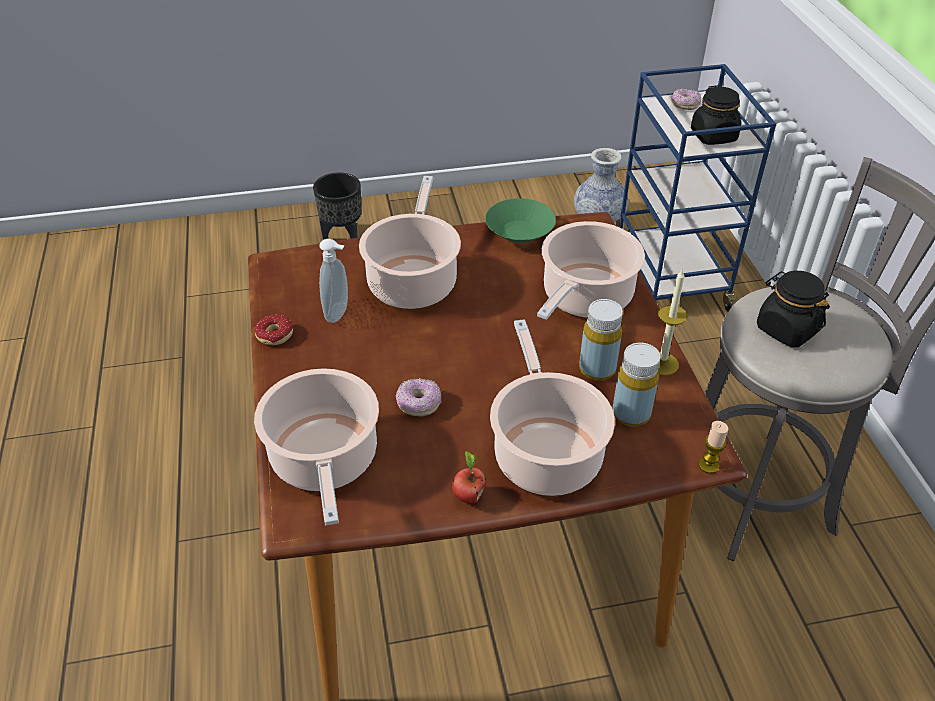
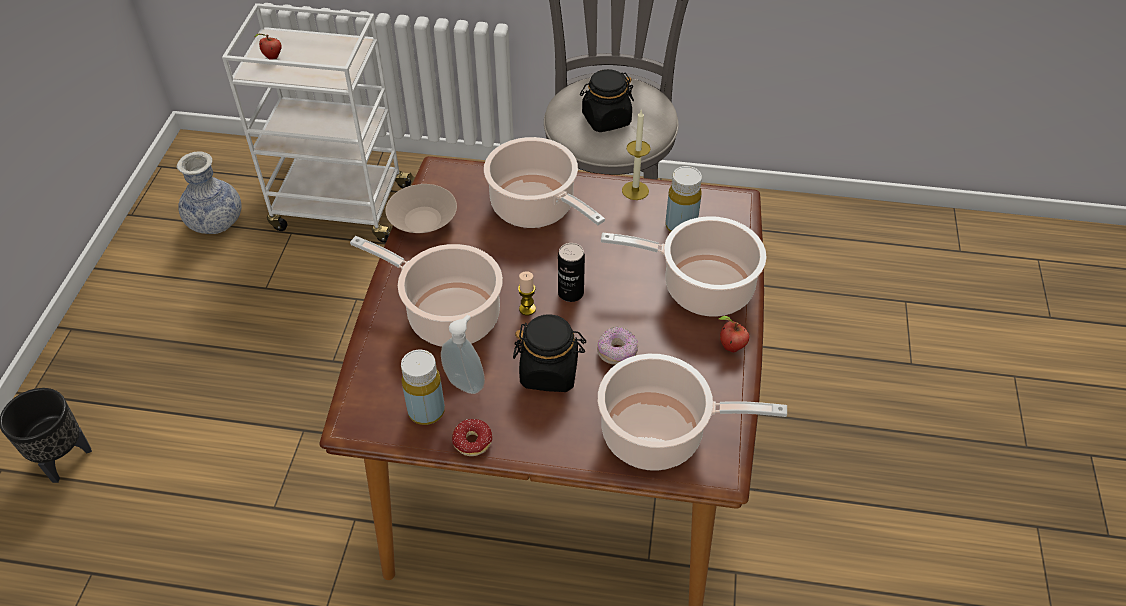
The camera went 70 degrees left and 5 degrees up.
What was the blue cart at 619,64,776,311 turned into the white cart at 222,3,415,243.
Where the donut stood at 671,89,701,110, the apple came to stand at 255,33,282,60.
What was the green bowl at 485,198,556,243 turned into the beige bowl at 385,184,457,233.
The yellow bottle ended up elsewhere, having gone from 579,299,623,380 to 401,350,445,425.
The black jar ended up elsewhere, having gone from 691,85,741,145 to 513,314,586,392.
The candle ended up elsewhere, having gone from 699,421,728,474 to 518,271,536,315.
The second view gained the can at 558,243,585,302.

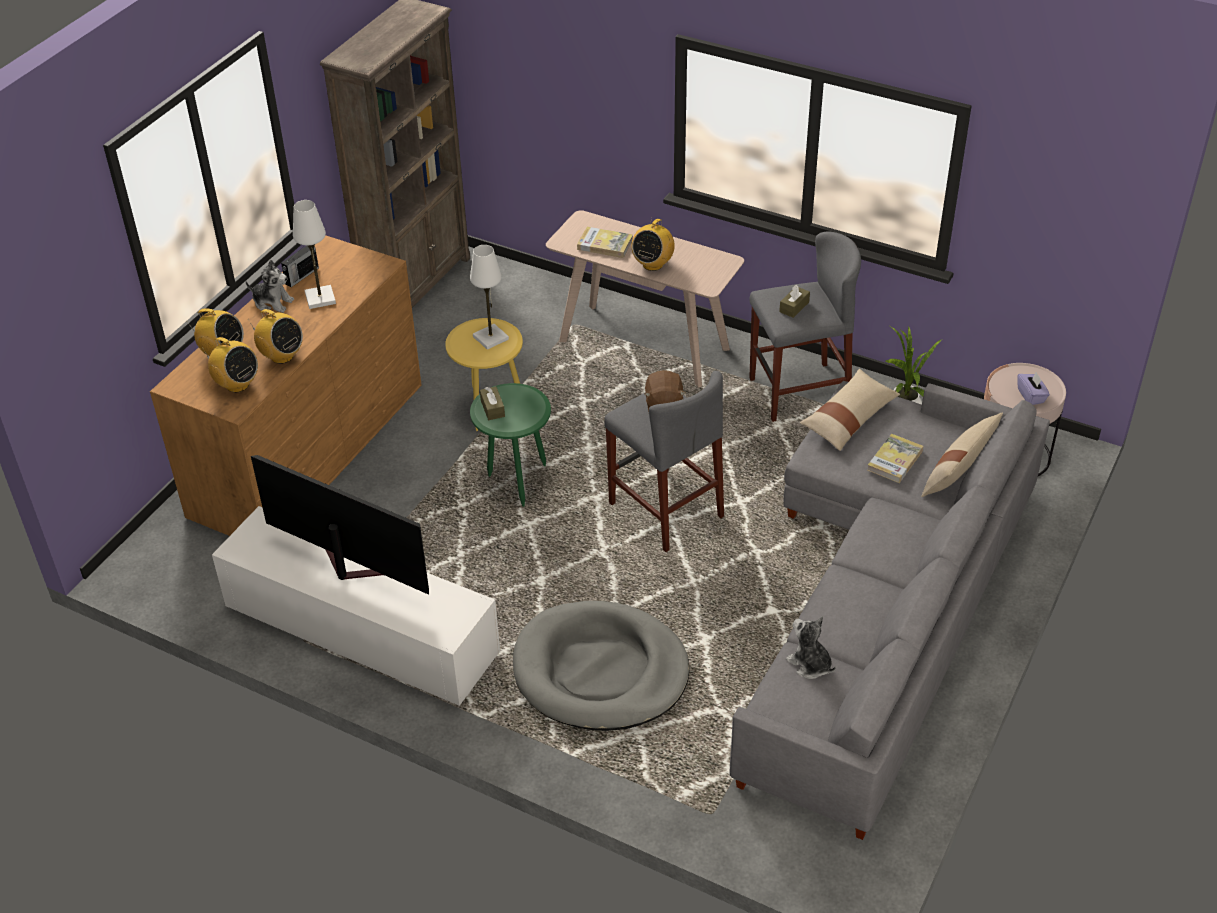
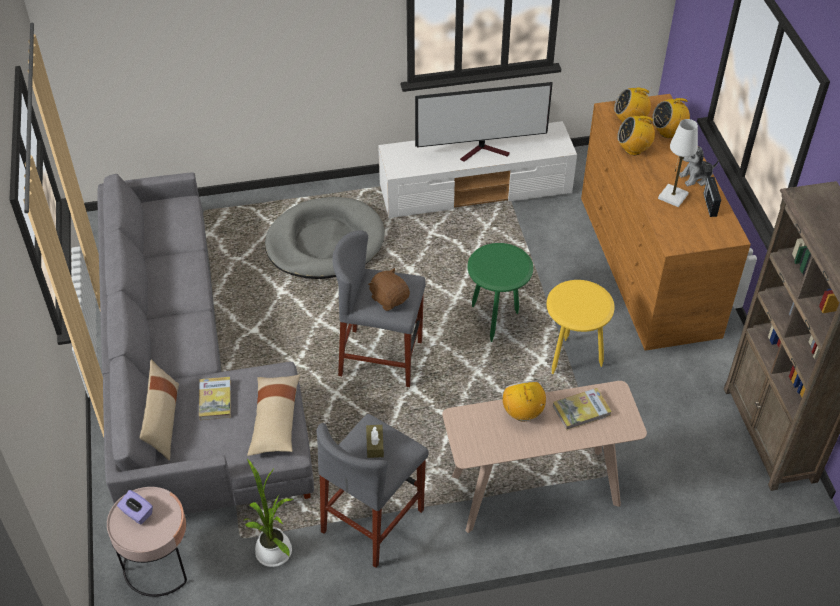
The camera went 140 degrees right and 5 degrees up.
The second view lost the white table lamp at 470,245,509,350.
The second view lost the brown tissue box at 480,386,505,420.
The second view lost the plush toy at 786,616,836,679.

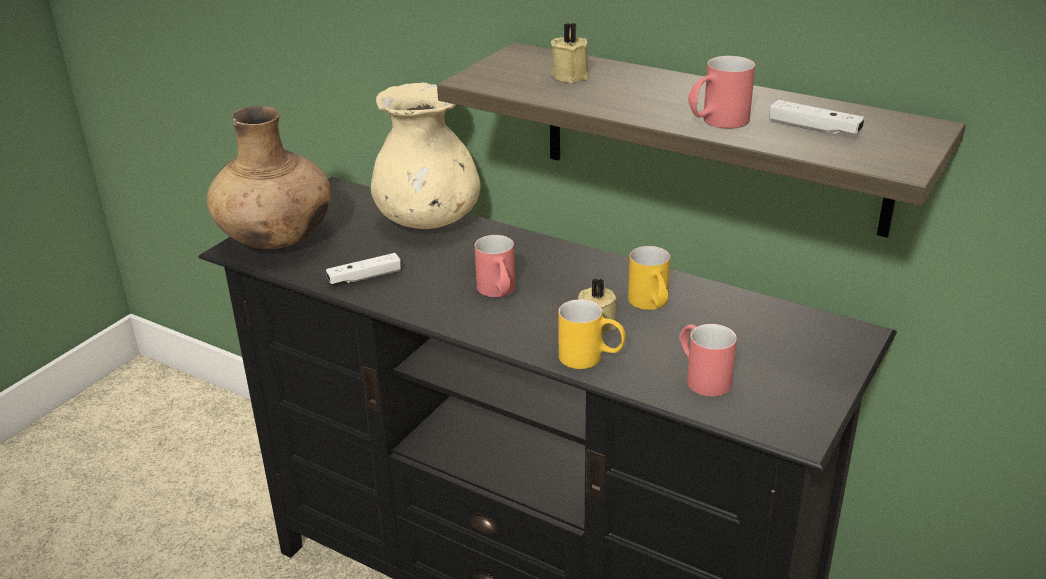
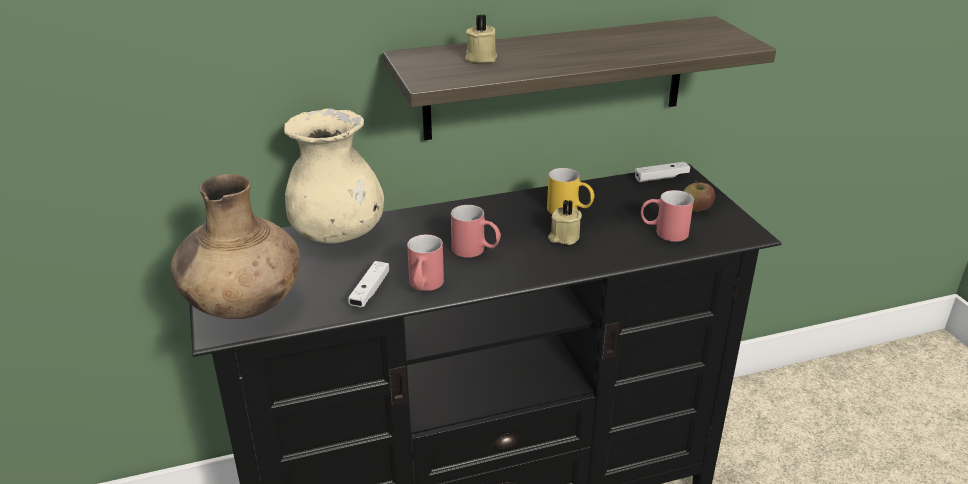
The camera went 50 degrees left and 0 degrees up.
The red mug ended up elsewhere, having gone from 688,56,755,129 to 407,235,444,291.
The white game controller ended up elsewhere, having gone from 769,100,864,135 to 635,162,690,182.
The second view gained the apple at 683,181,715,212.
The second view lost the yellow mug at 558,299,626,369.

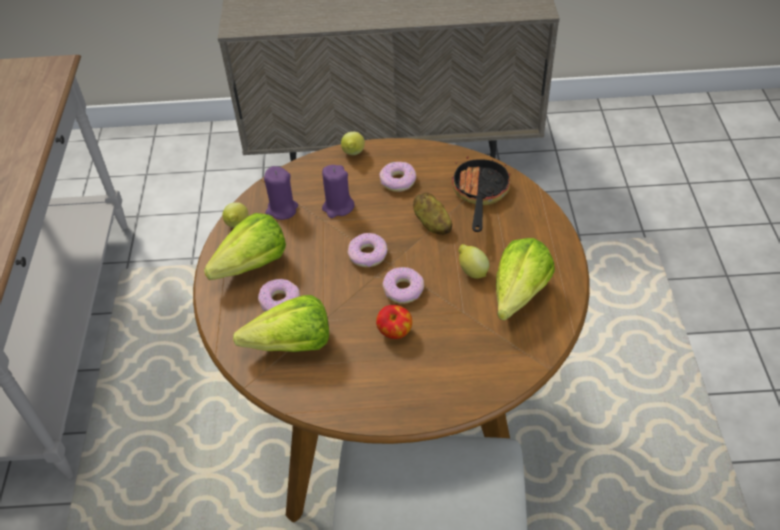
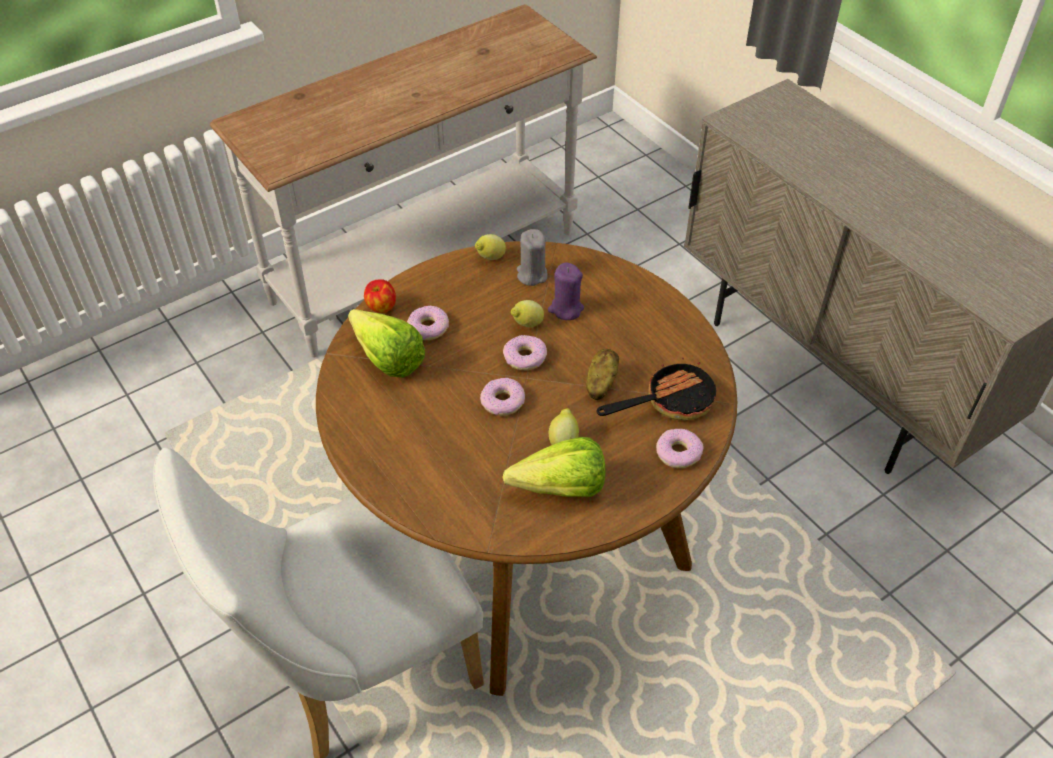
The camera went 55 degrees right and 0 degrees up.
The apple ended up elsewhere, having gone from 376,305,412,339 to 364,279,396,313.
The lemon ended up elsewhere, having gone from 341,132,365,155 to 511,300,544,327.
What was the purple candle at 264,166,298,220 turned into the grey candle at 517,229,547,286.
The donut ended up elsewhere, having gone from 379,162,416,192 to 656,429,703,468.
The second view lost the lettuce at 204,213,286,280.

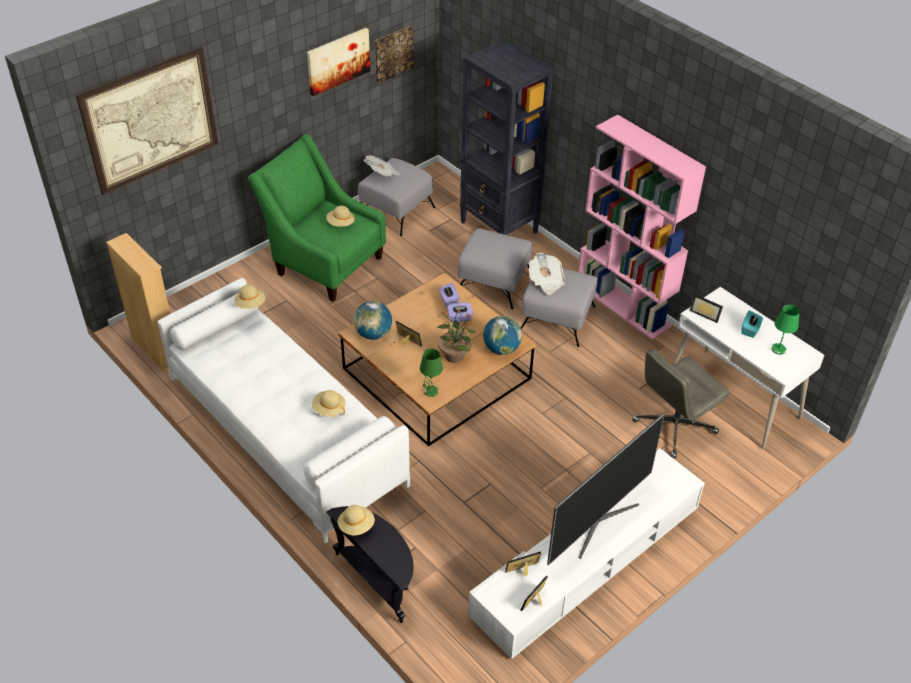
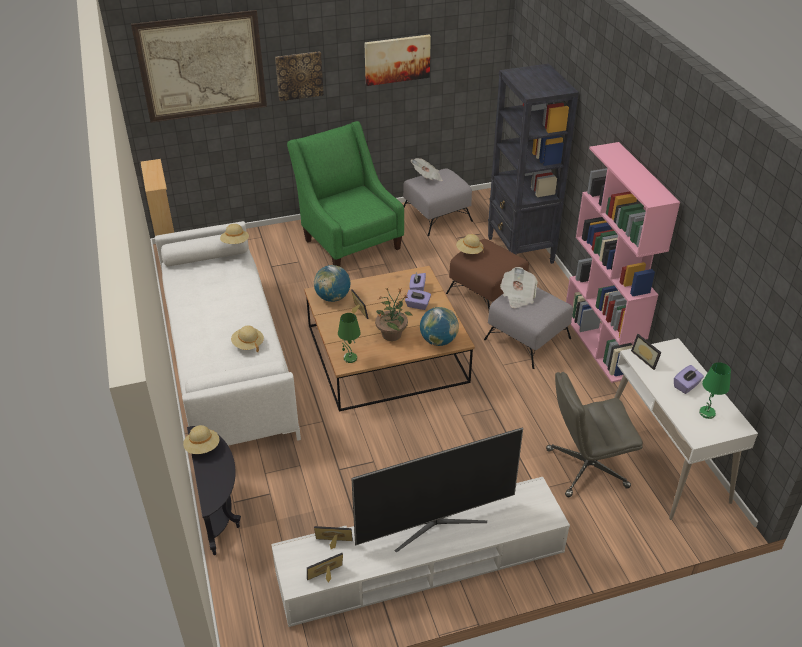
The camera went 25 degrees right and 5 degrees down.
The picture ended up elsewhere, having gone from 375,26,414,83 to 275,51,324,101.
What was the grey ottoman at 458,228,532,309 turned into the brown ottoman at 446,239,529,310.
The beige hat ended up elsewhere, having gone from 326,206,355,227 to 456,234,484,254.
What was the turquoise tissue box at 741,310,763,338 turned into the purple tissue box at 674,365,704,394.

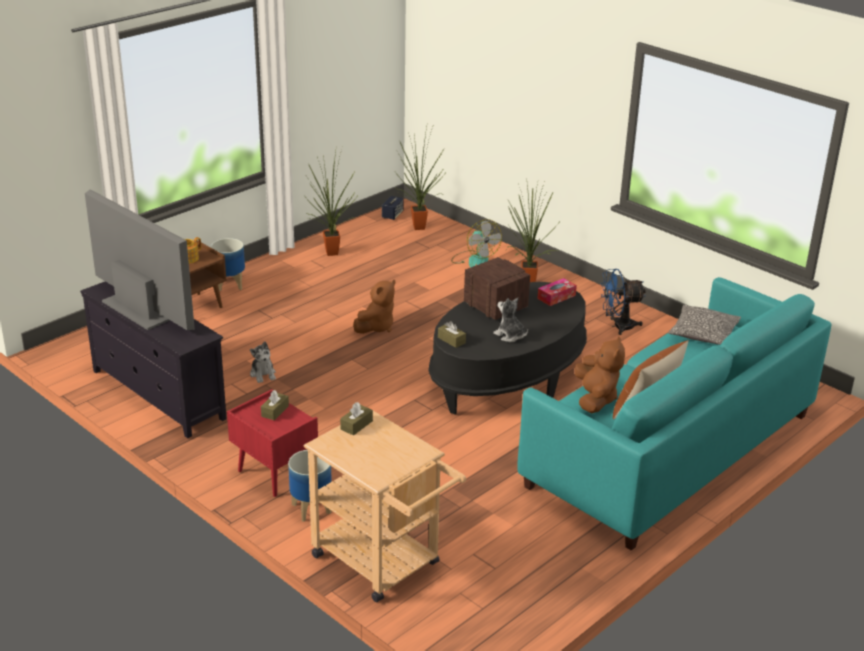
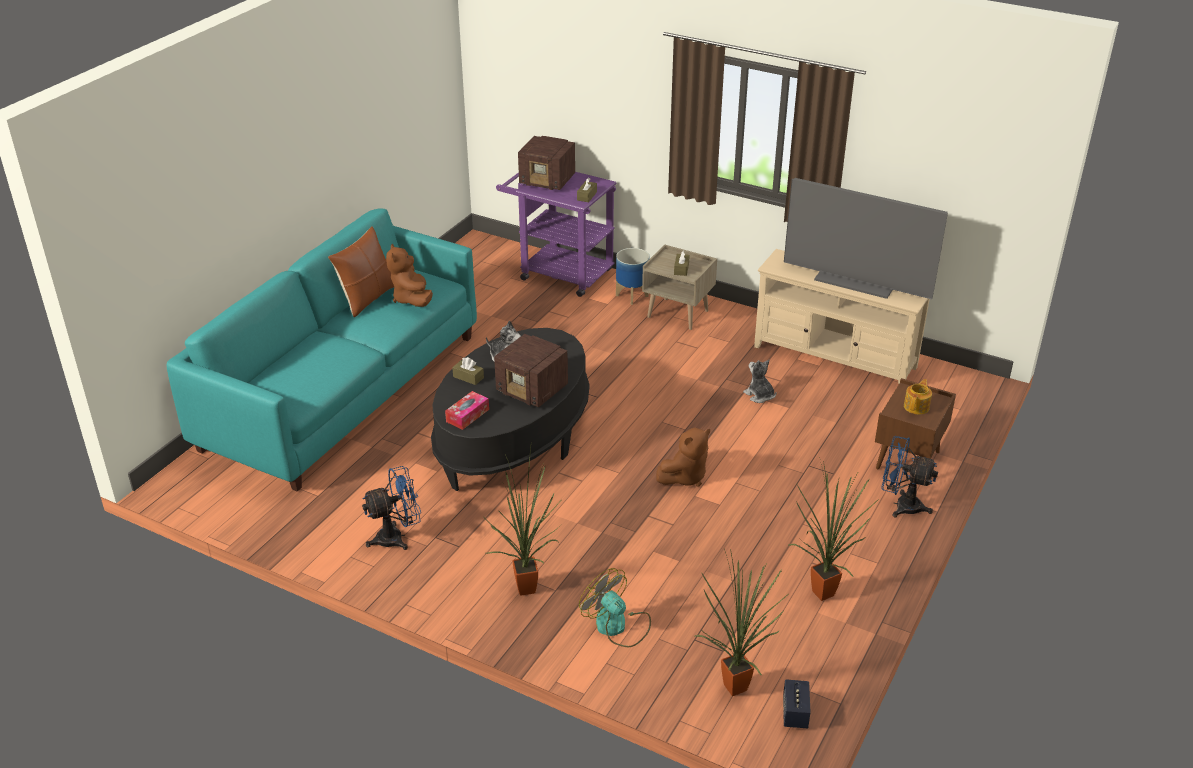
The camera went 165 degrees right and 5 degrees up.
The brown tissue box ended up elsewhere, having gone from 438,321,466,348 to 452,357,484,385.
What was the beige cart at 304,411,466,602 turned into the purple cart at 496,172,617,297.
The second view gained the radio at 518,136,575,190.
What was the red nightstand at 227,389,318,497 turned into the beige nightstand at 642,244,717,330.
The brown plush toy at 353,280,395,334 ended up facing another way, 150 degrees counterclockwise from before.
What was the black tv stand at 80,282,227,438 turned into the beige tv stand at 754,249,930,385.
Where the planter stood at 211,238,245,291, the blue fan came to stand at 881,436,938,517.
The second view lost the pillow at 668,305,741,345.

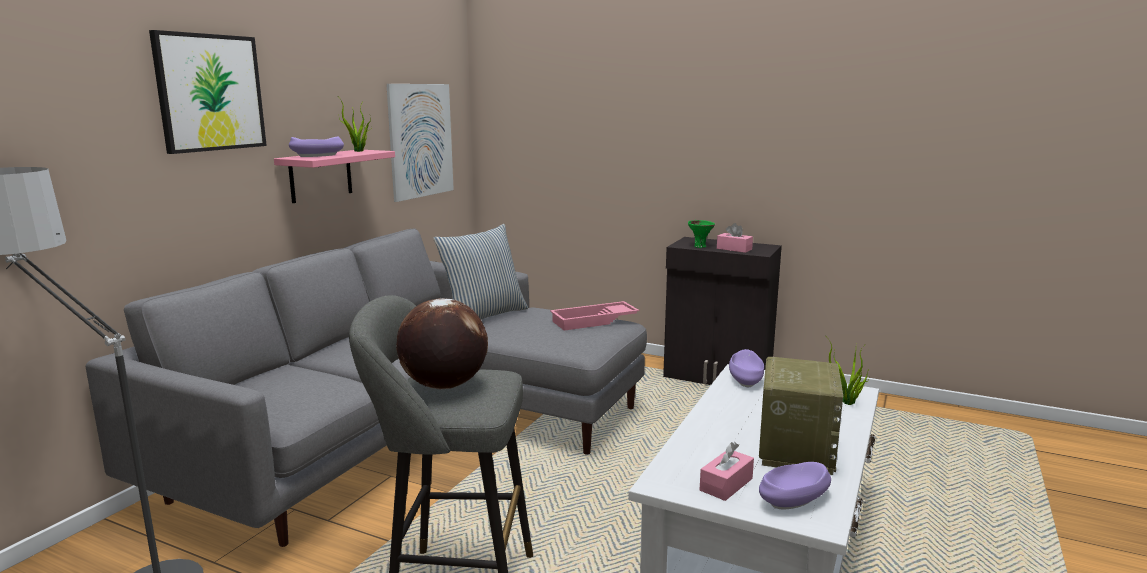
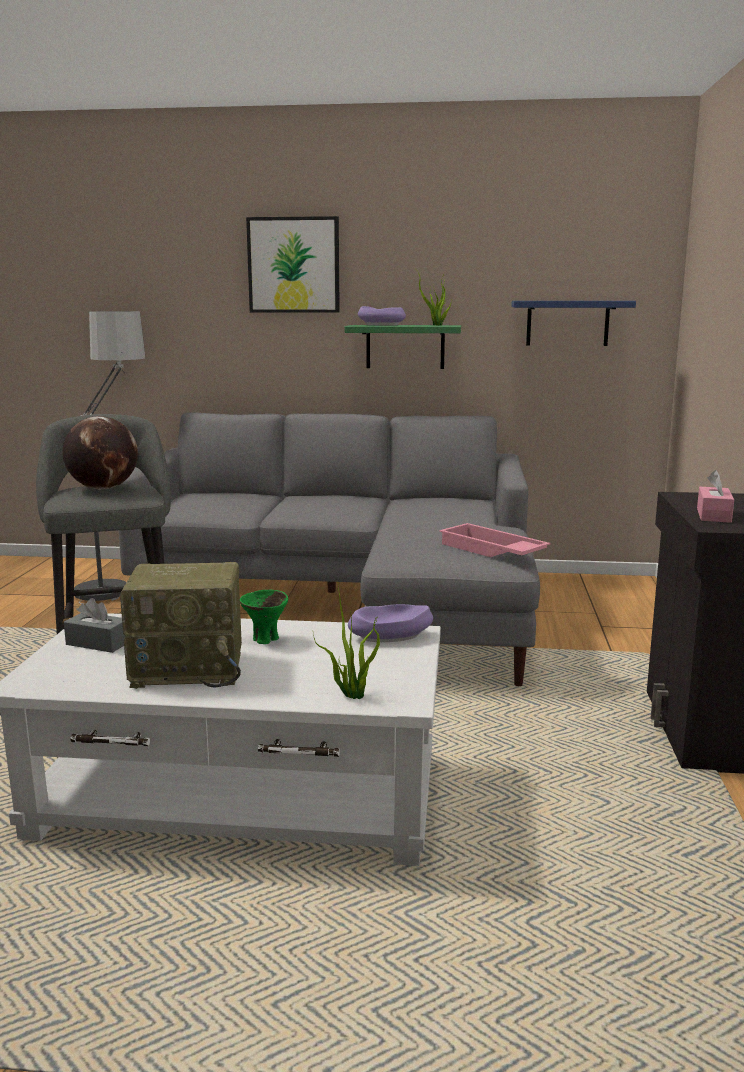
The camera went 70 degrees right and 0 degrees up.
What was the pink tissue box at 700,442,754,501 turned into the grey tissue box at 64,598,126,653.
The green bowl ended up elsewhere, having gone from 688,220,715,248 to 240,590,288,644.
What was the pink shelf at 274,150,395,203 turned into the green shelf at 344,325,461,369.
Where the picture hung at 386,84,454,202, the blue shelf came to hang at 511,301,636,346.
The second view lost the pillow at 433,224,528,320.
The second view lost the purple bowl at 759,462,831,509.

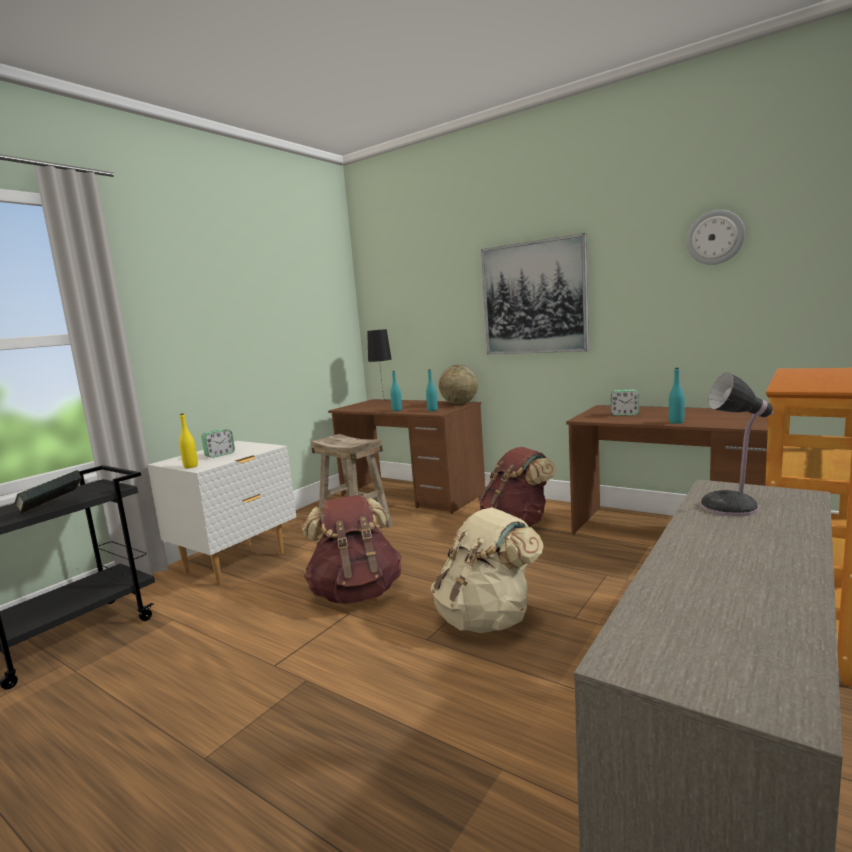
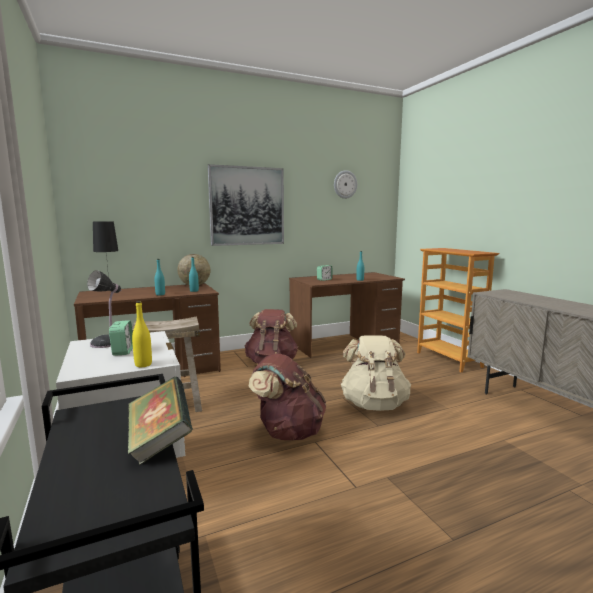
The camera went 60 degrees left and 0 degrees up.
The table lamp ended up elsewhere, having gone from 700,372,773,516 to 87,270,121,348.

